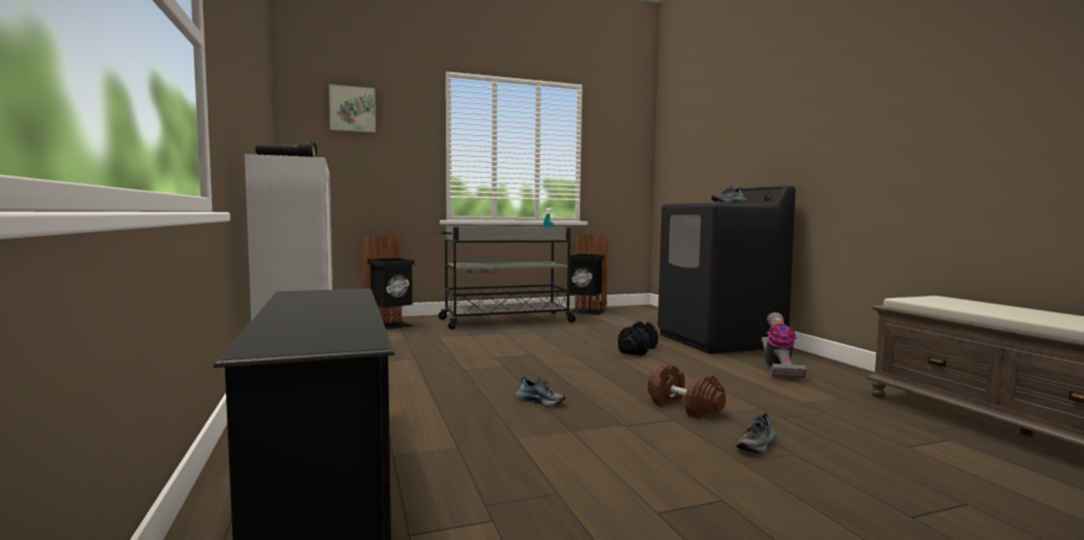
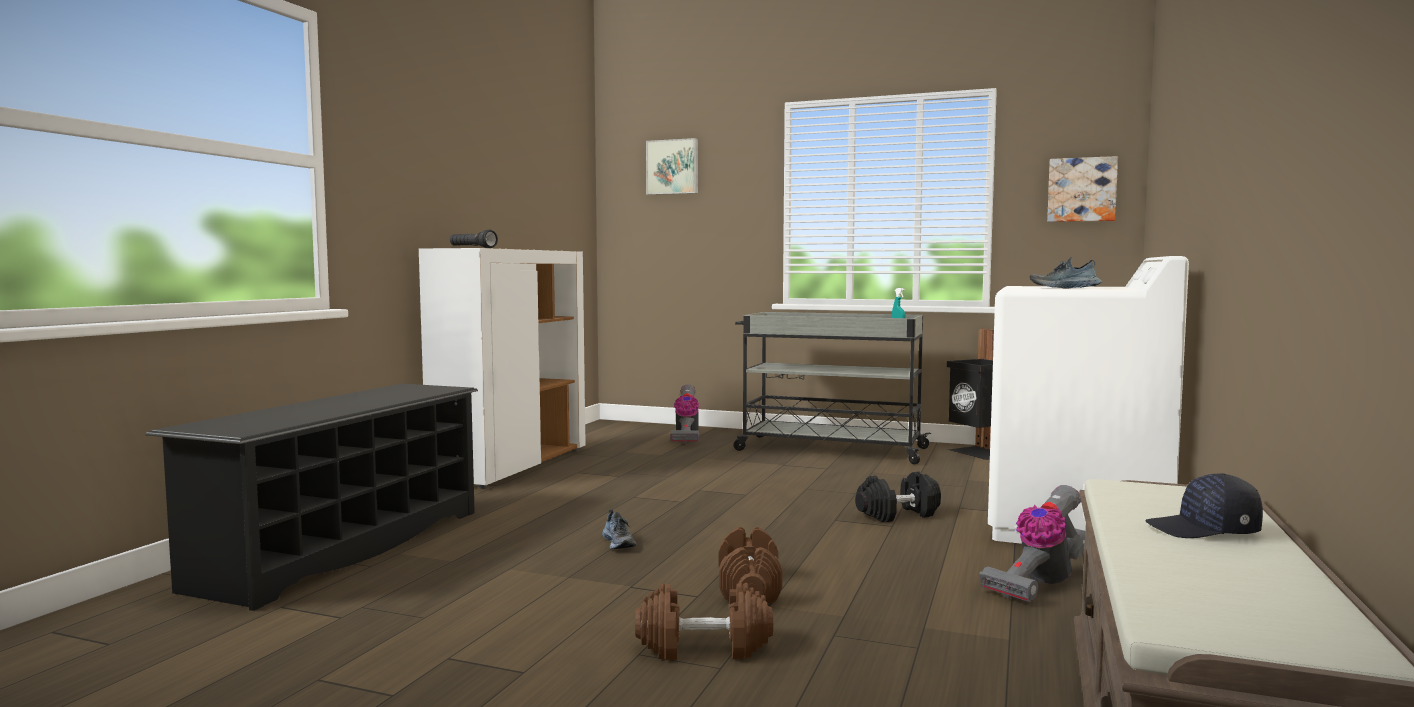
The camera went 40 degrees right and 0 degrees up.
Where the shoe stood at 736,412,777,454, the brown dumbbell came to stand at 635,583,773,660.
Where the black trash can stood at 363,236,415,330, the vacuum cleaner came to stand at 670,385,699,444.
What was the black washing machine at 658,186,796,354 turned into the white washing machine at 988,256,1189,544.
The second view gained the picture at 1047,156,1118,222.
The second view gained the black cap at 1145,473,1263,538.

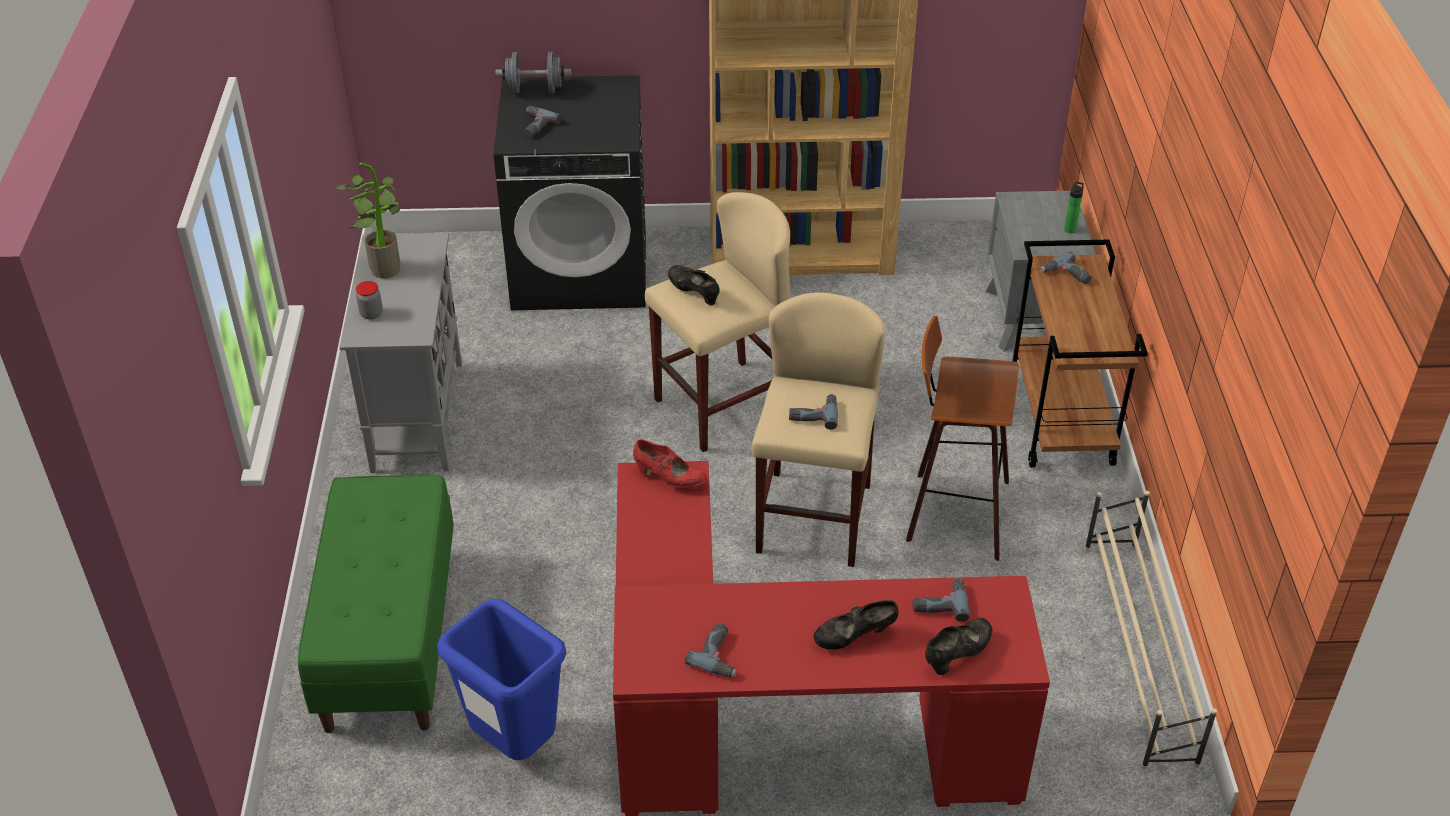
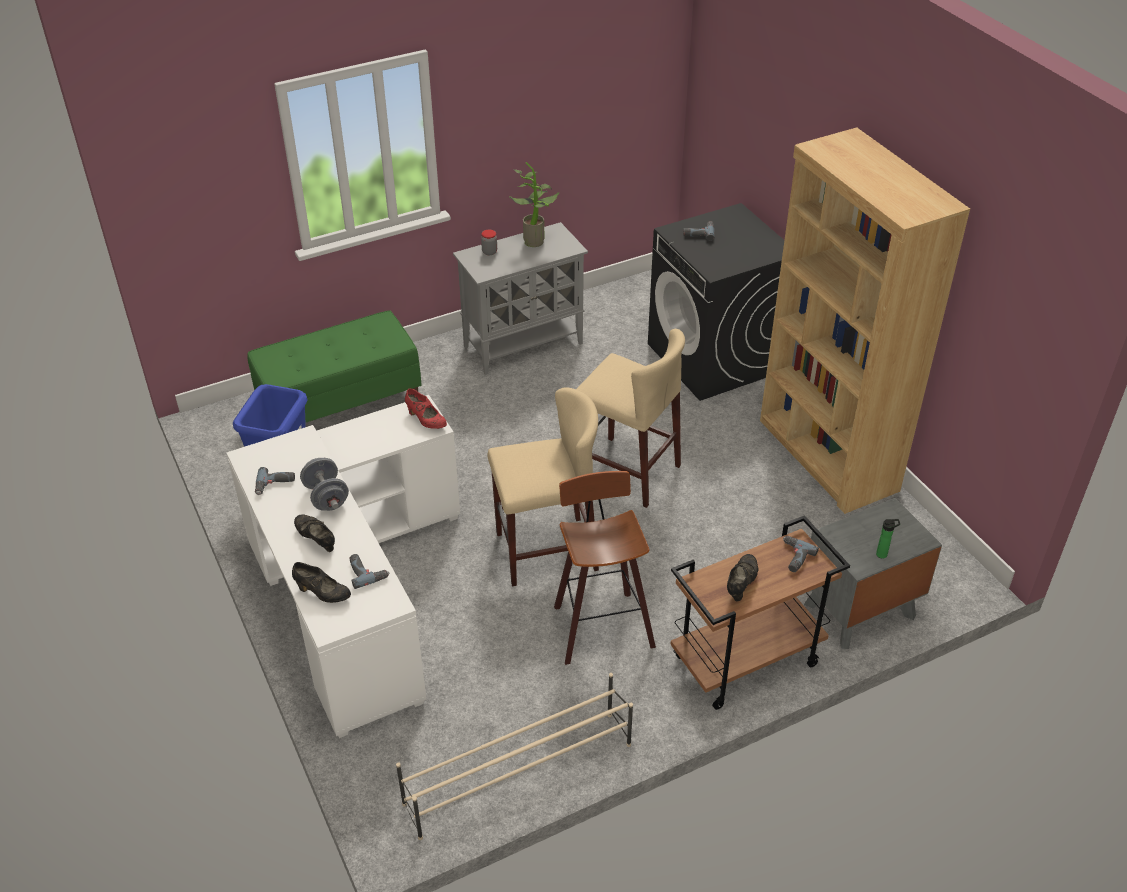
The camera went 65 degrees right and 0 degrees up.
What was the red desk at 613,461,1050,816 turned into the white desk at 226,395,460,738.
The grey dumbbell ended up elsewhere, having gone from 495,52,571,93 to 300,458,349,511.
The red shoe at 633,439,707,489 ended up facing another way, 45 degrees counterclockwise from before.
The black shoe ended up elsewhere, having gone from 668,265,720,305 to 727,554,758,602.
The second view lost the power drill at 789,394,838,430.

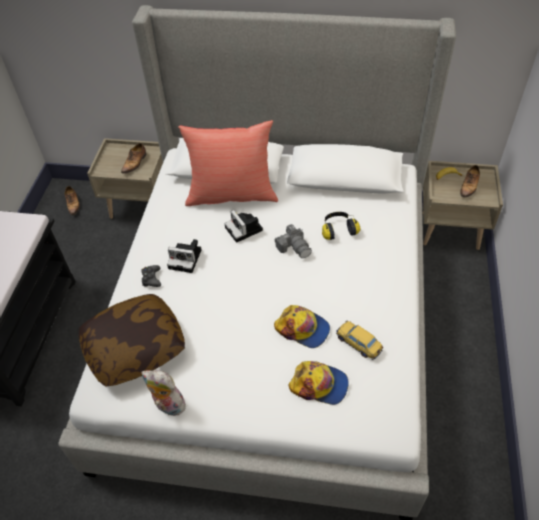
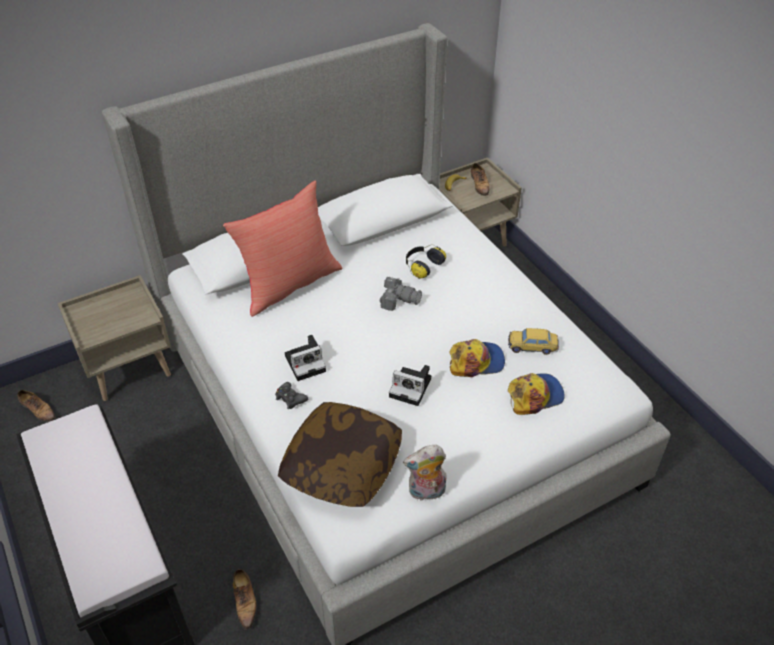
The camera went 40 degrees left and 5 degrees down.
The shoe ended up elsewhere, having gone from 121,143,146,174 to 233,569,257,630.
The photo camera ended up elsewhere, having gone from 224,210,263,243 to 389,365,431,406.

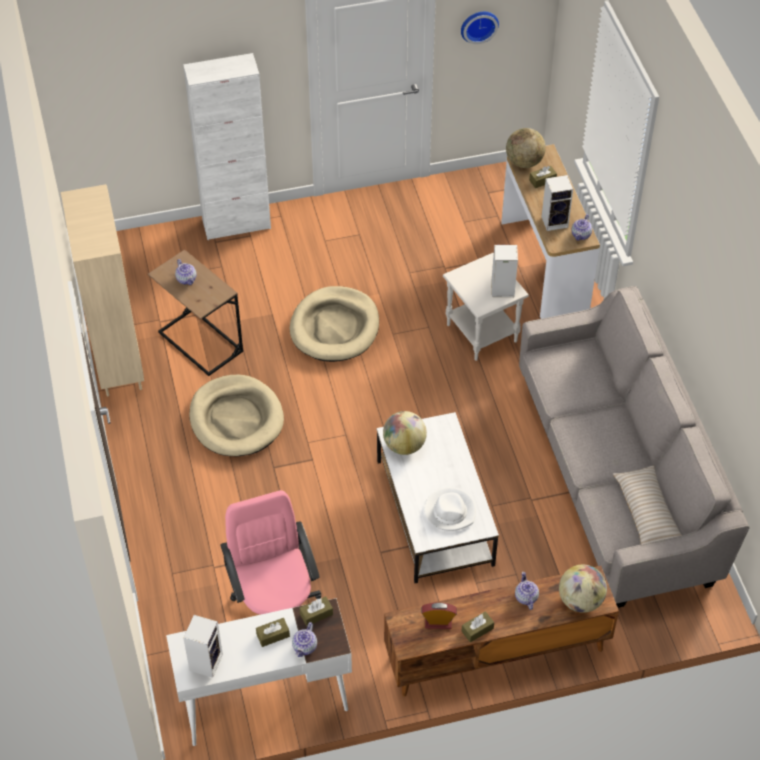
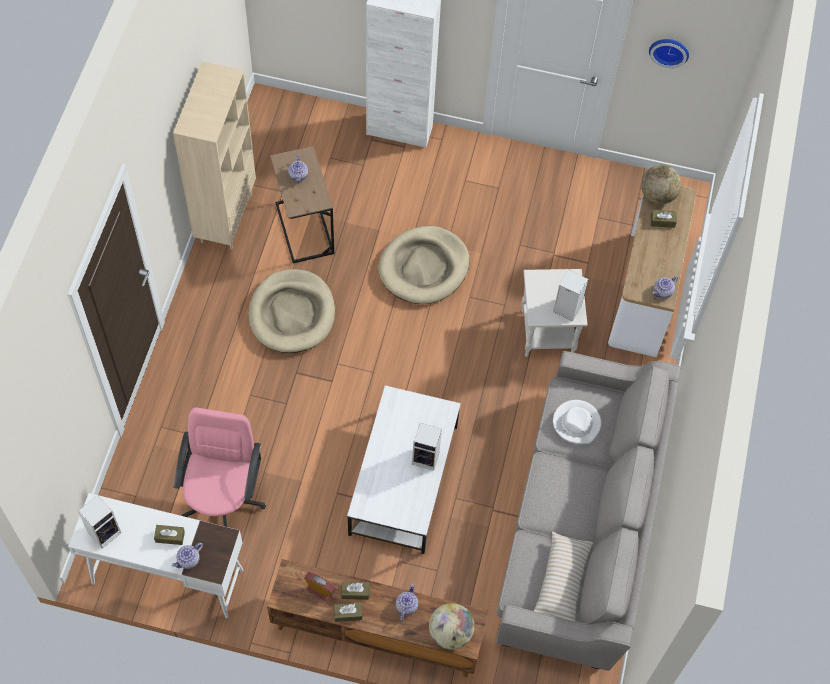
The camera went 25 degrees right and 10 degrees up.
The brown tissue box ended up elsewhere, having gone from 299,596,333,626 to 341,581,369,600.
The speaker ended up elsewhere, having gone from 542,175,573,231 to 412,423,442,471.
The white hat ended up elsewhere, having gone from 424,487,476,531 to 553,400,601,444.
The second view lost the globe at 383,411,427,455.

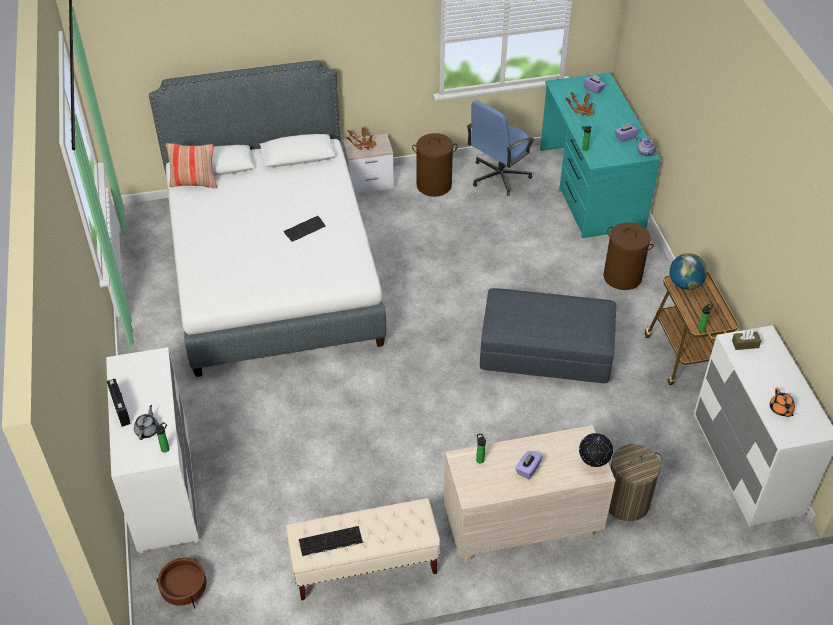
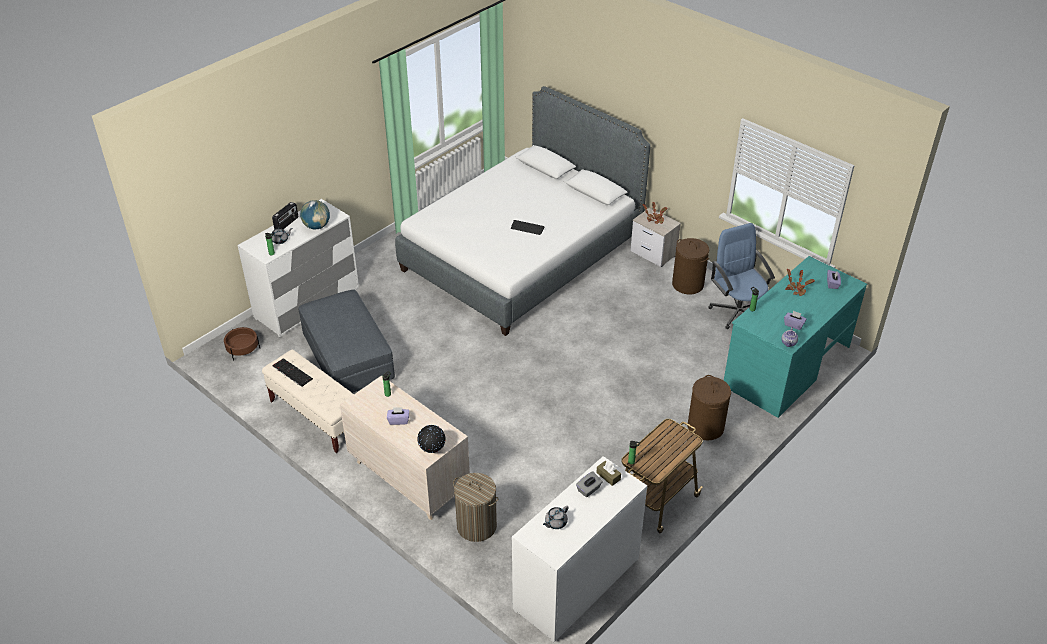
The camera went 55 degrees right and 5 degrees down.
The grey ottoman ended up elsewhere, having gone from 480,288,616,383 to 299,290,395,393.
The globe ended up elsewhere, having gone from 670,253,707,290 to 300,200,330,229.
What was the orange teapot at 770,388,795,417 turned into the grey teapot at 543,506,569,529.
The second view gained the grey tissue box at 576,471,603,497.
The blue office chair at 467,100,535,196 ended up facing another way, 60 degrees clockwise from before.
The second view lost the pillow at 166,143,217,188.

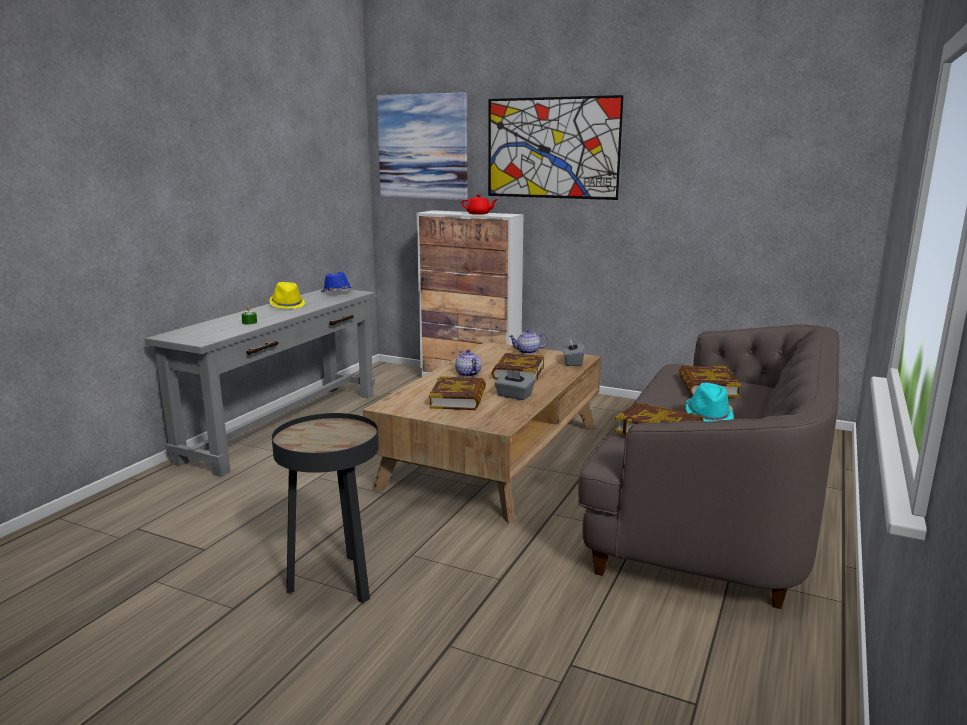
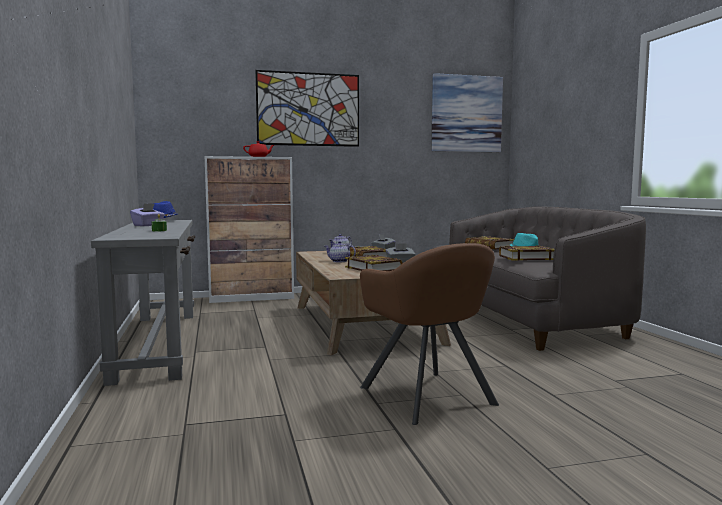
The camera went 40 degrees left and 10 degrees down.
Where the yellow hat stood at 269,282,305,309, the purple tissue box came to stand at 130,203,165,226.
Where the black side table stood at 272,413,379,603, the brown armchair came to stand at 360,243,499,425.
The picture ended up elsewhere, having gone from 377,92,468,200 to 431,73,503,152.

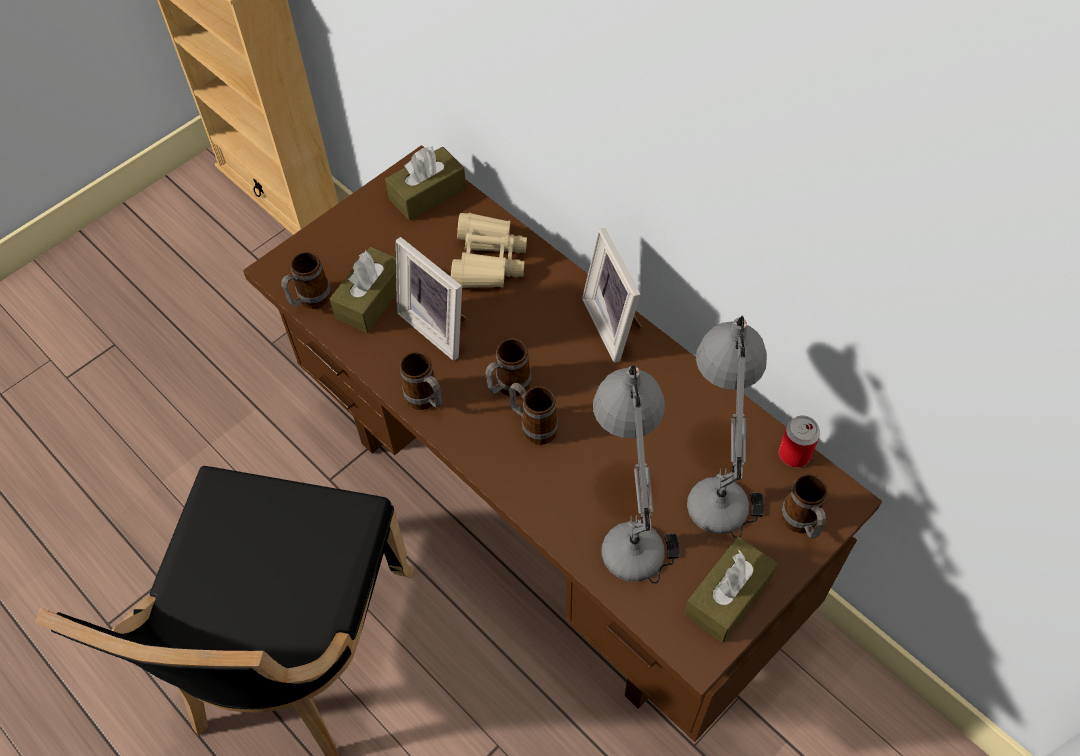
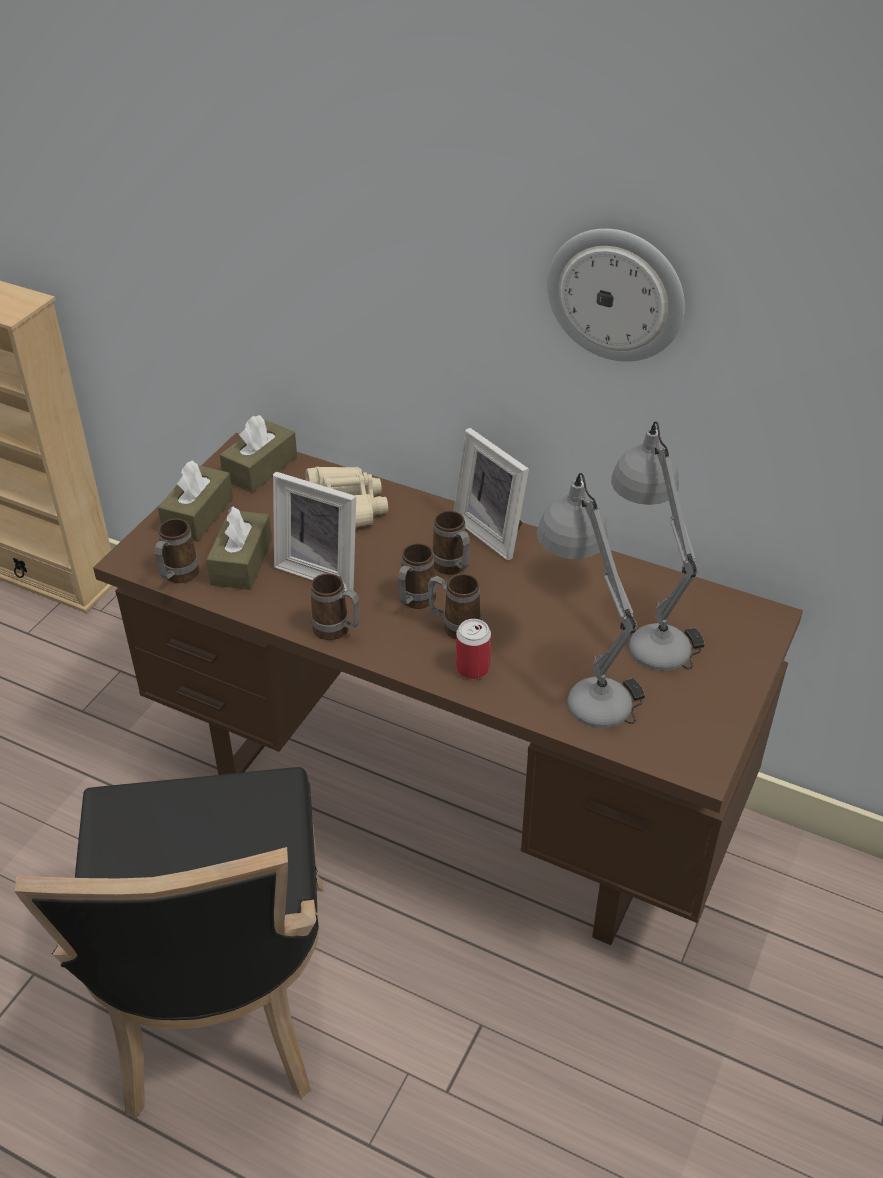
The camera went 20 degrees left and 15 degrees down.
The brown tissue box ended up elsewhere, having gone from 685,537,777,643 to 158,460,233,542.
The mug ended up elsewhere, having gone from 780,474,827,538 to 432,511,470,575.
The can ended up elsewhere, having gone from 779,415,820,467 to 456,619,491,679.
The second view gained the wall clock at 547,229,685,362.

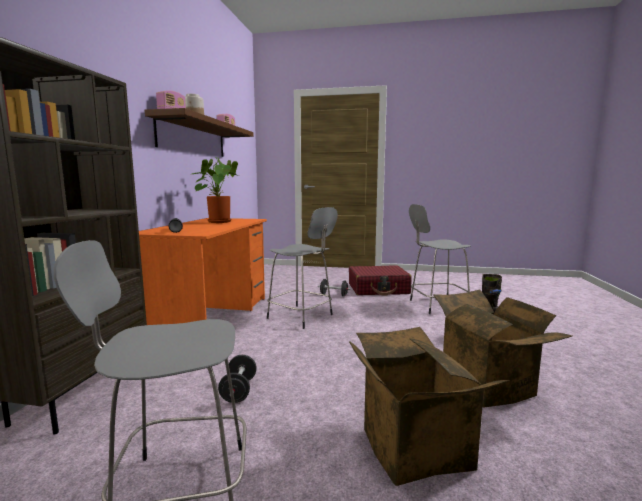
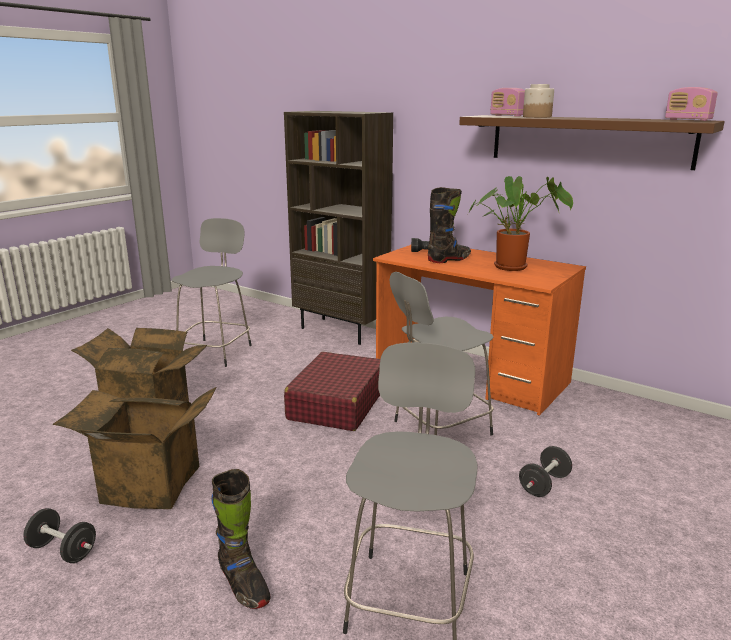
The camera went 115 degrees right and 10 degrees up.
The black dumbbell ended up elsewhere, having gone from 218,355,257,403 to 23,508,96,563.
The red suitcase ended up elsewhere, having gone from 349,265,412,296 to 284,352,380,431.
The second view gained the black boot at 428,187,471,263.

